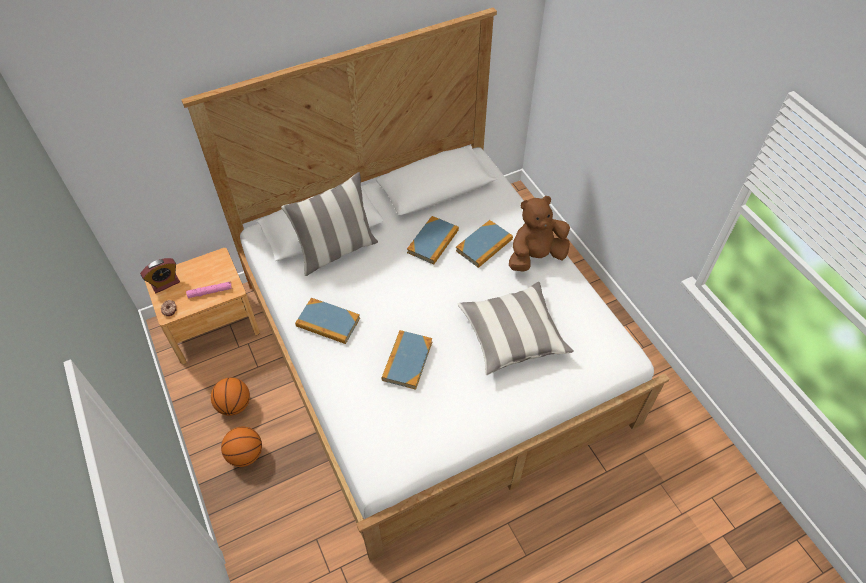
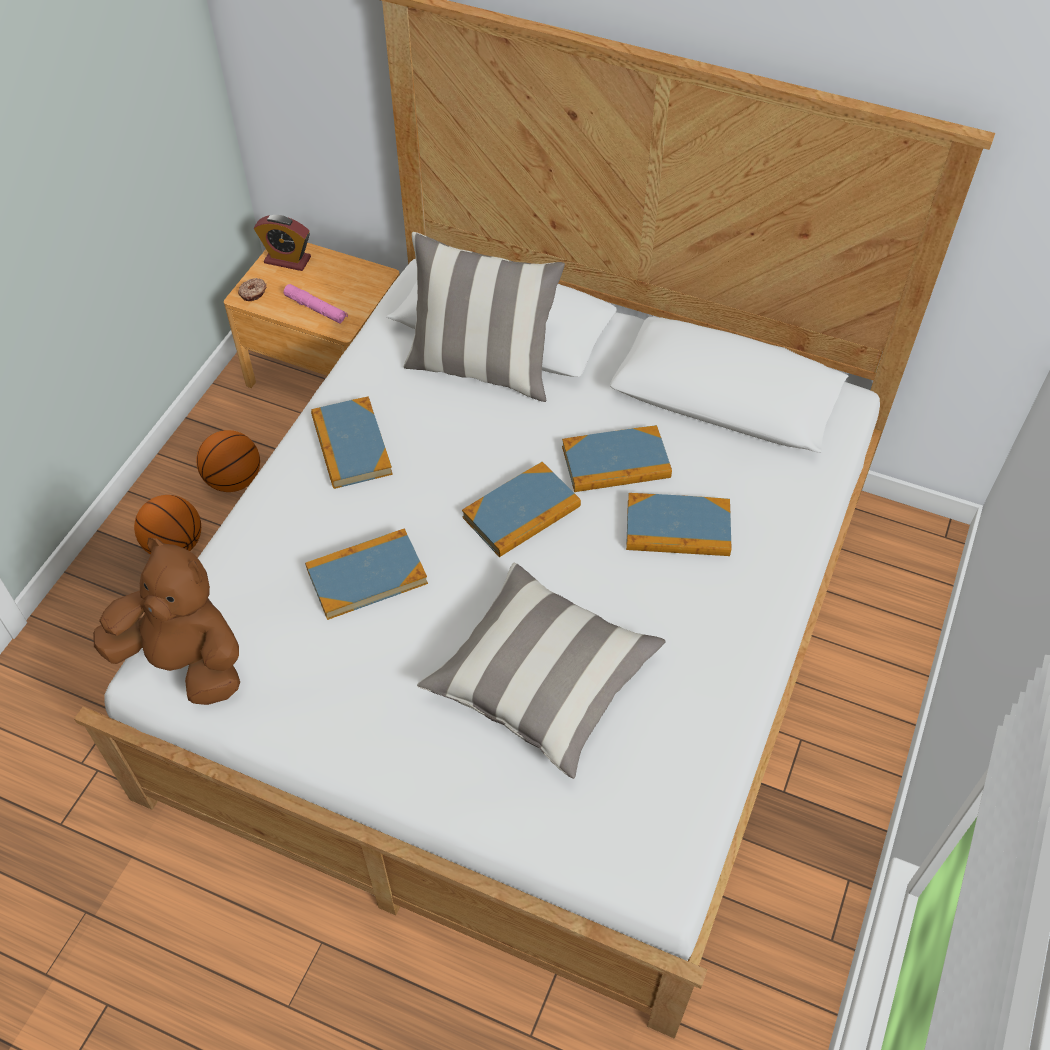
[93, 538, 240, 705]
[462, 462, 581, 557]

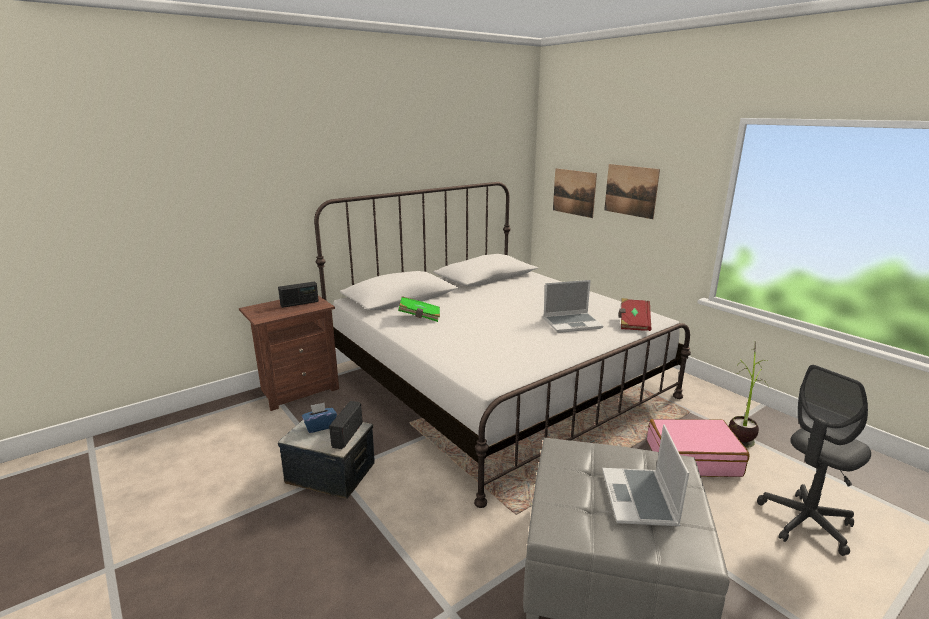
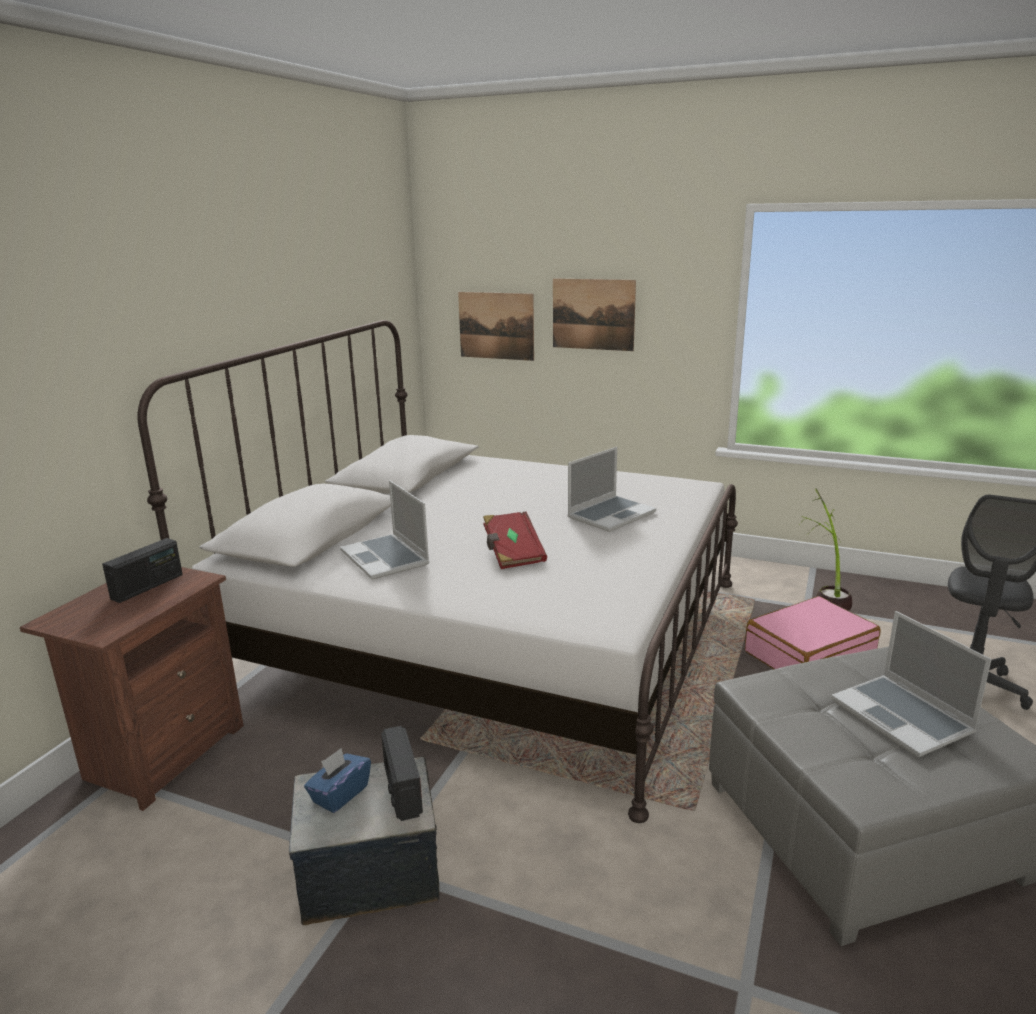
[340, 480, 430, 580]
[483, 511, 547, 569]

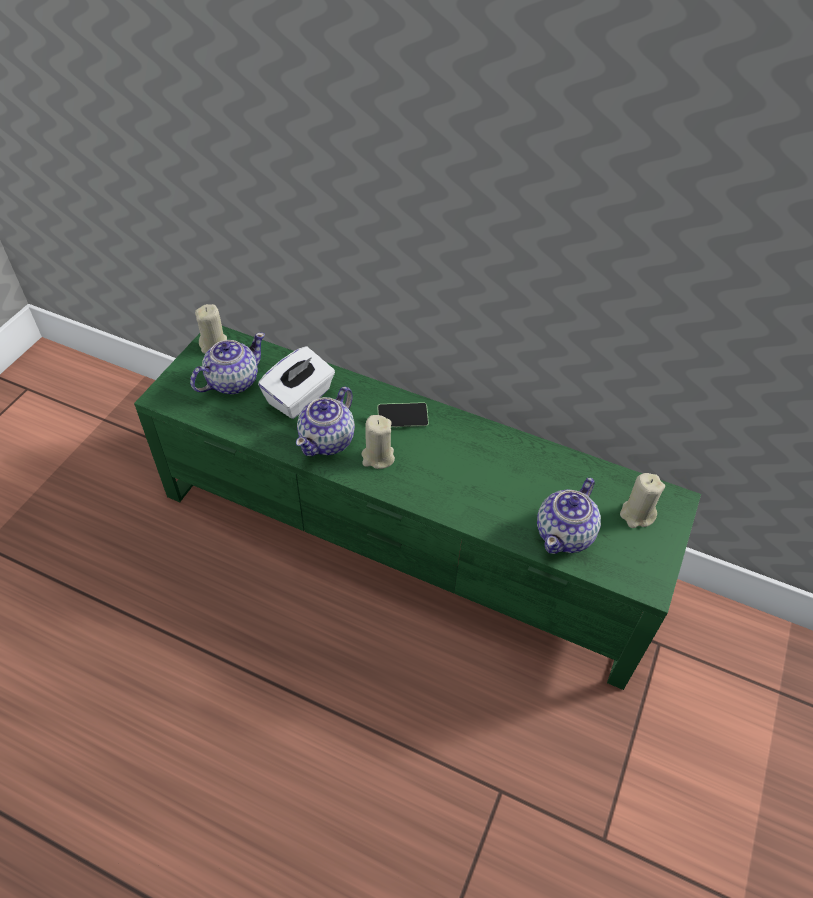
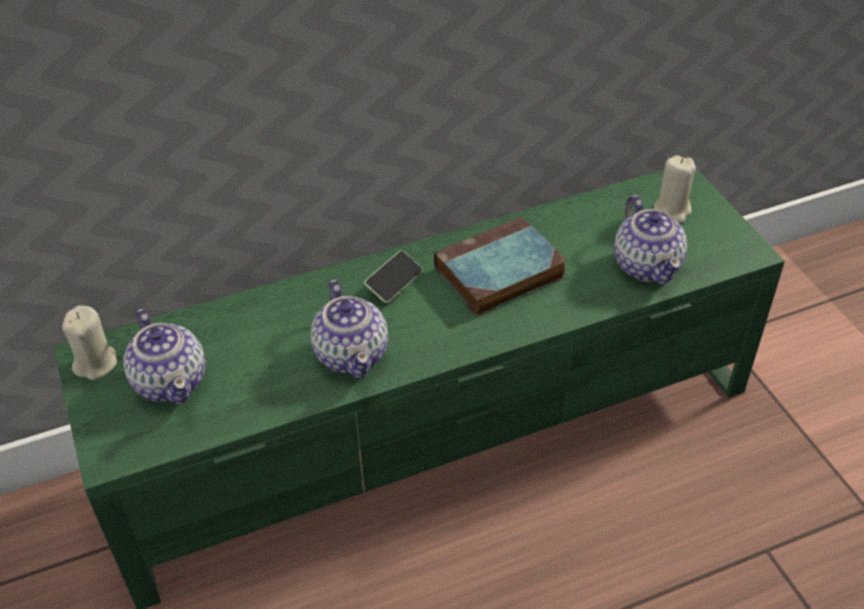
[123, 308, 206, 405]
[434, 216, 567, 316]
[258, 346, 335, 419] (first image)
[361, 415, 395, 469] (first image)

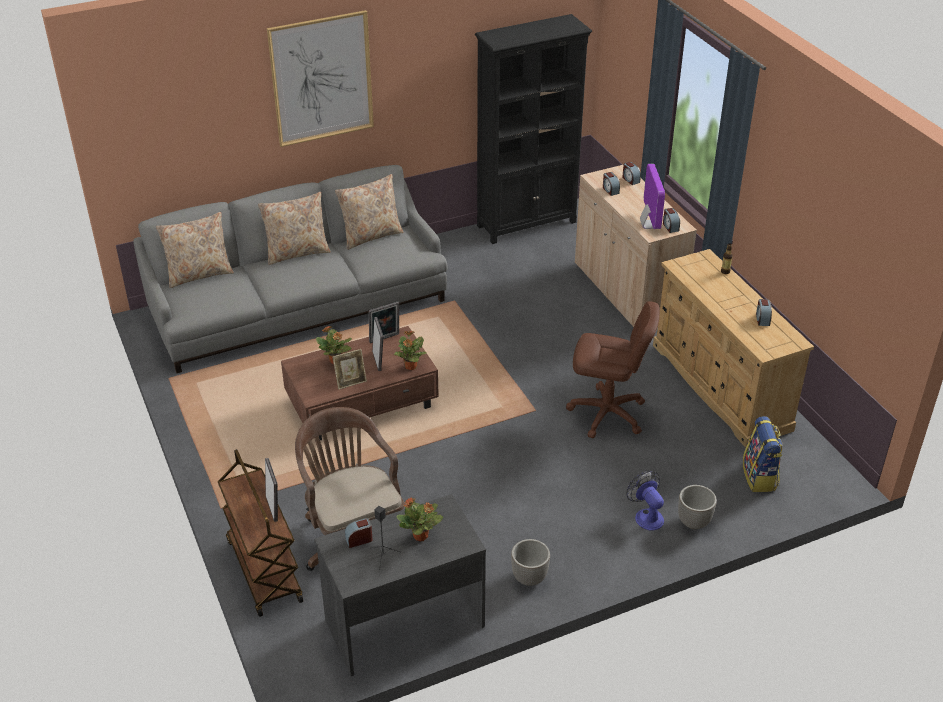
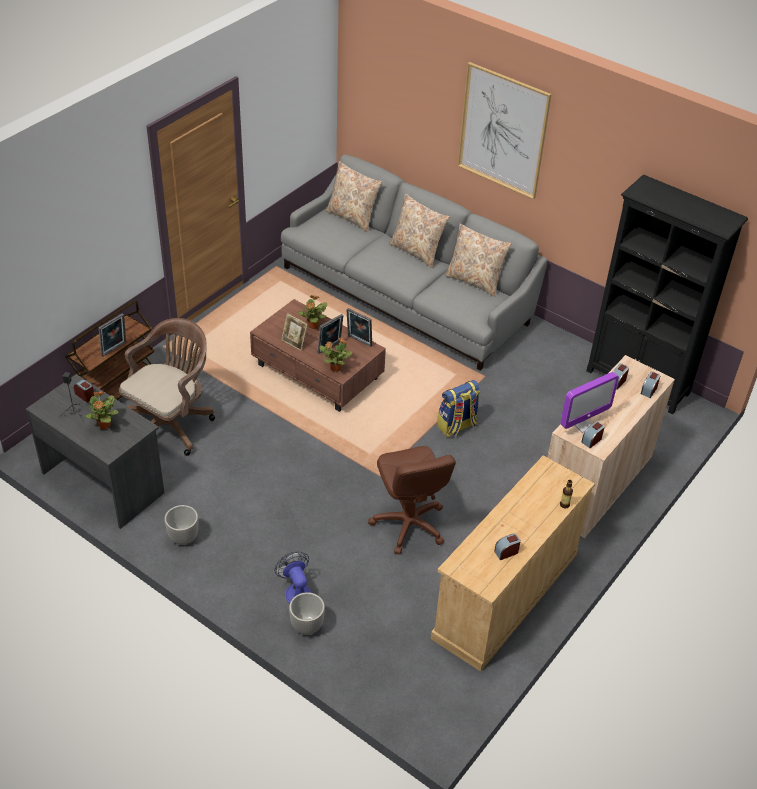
[275, 551, 311, 603]
[437, 380, 480, 437]

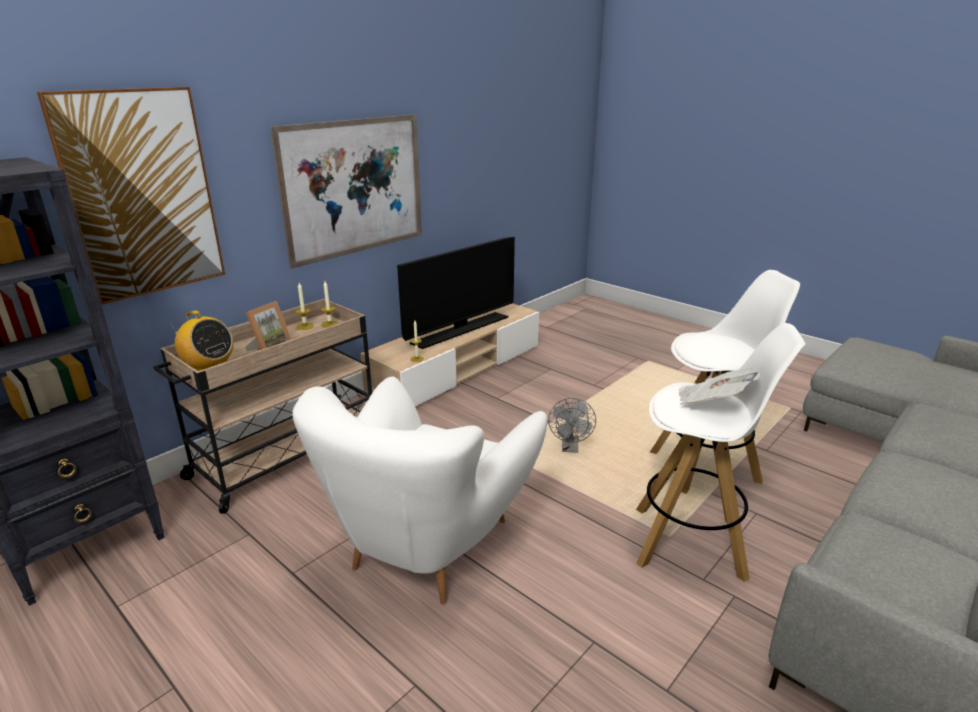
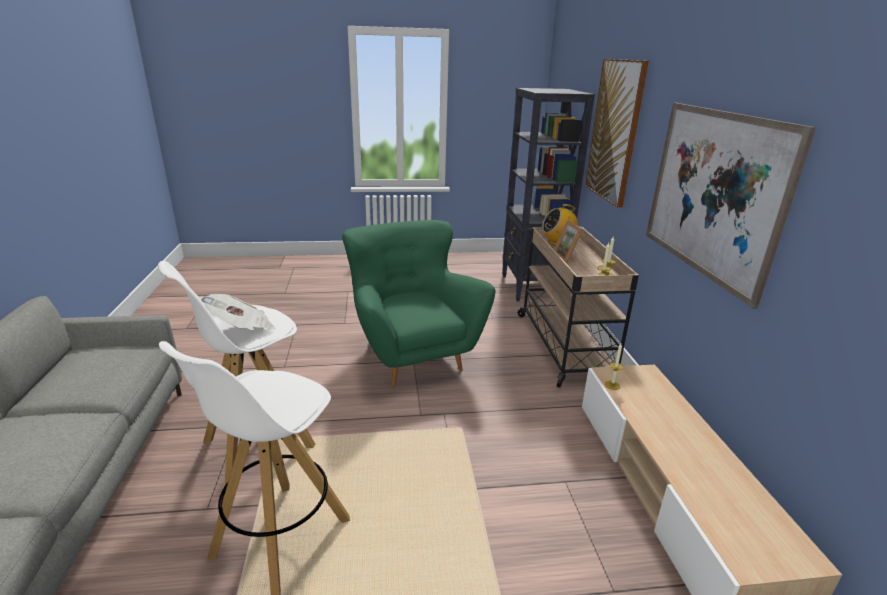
[342, 220, 495, 387]
[397, 237, 515, 349] (first image)
[548, 398, 596, 453] (first image)

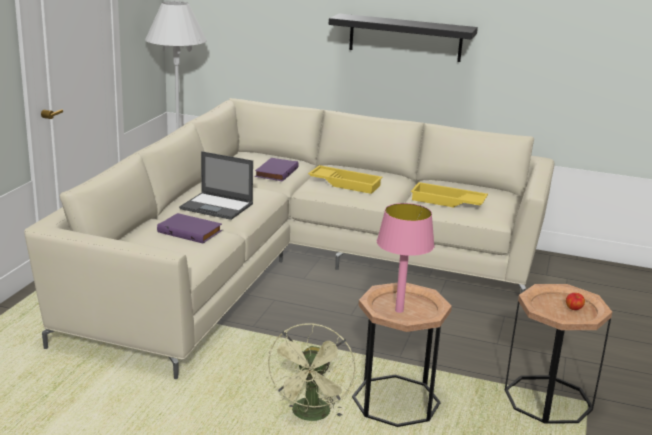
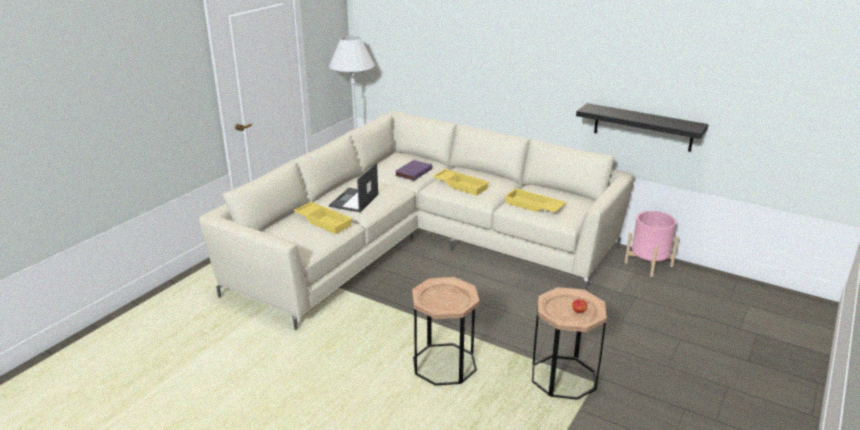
[293, 202, 353, 234]
[329, 163, 379, 212]
[576, 103, 709, 152]
[625, 211, 679, 277]
[267, 324, 356, 421] (first image)
[377, 203, 435, 313] (first image)

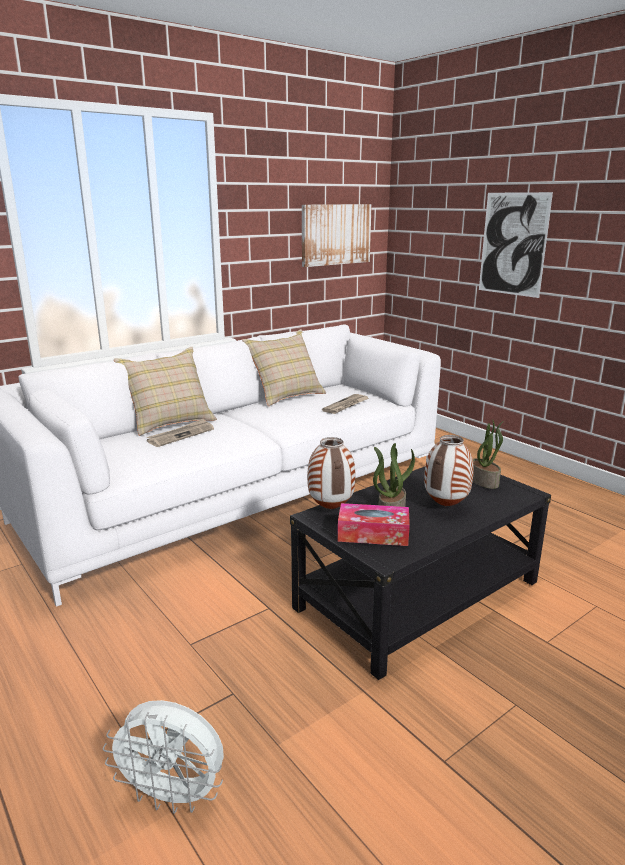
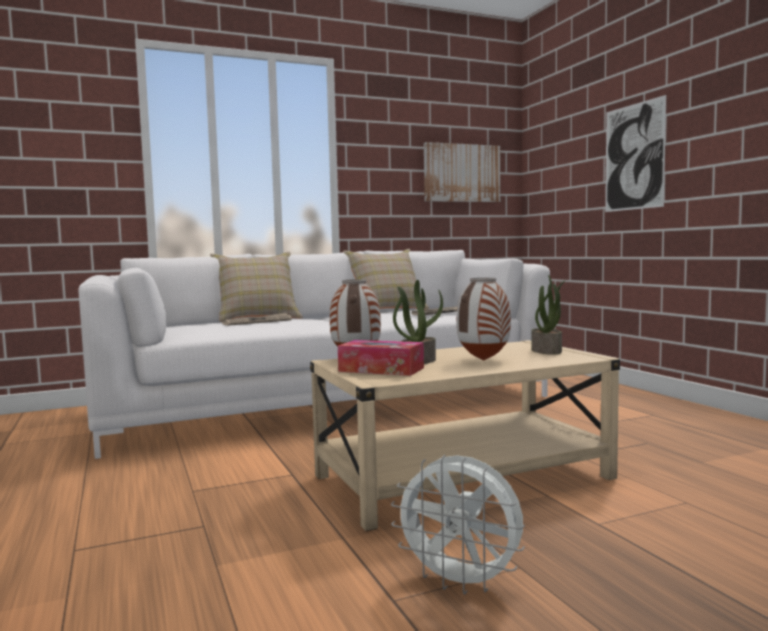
[310, 340, 620, 531]
[391, 455, 525, 595]

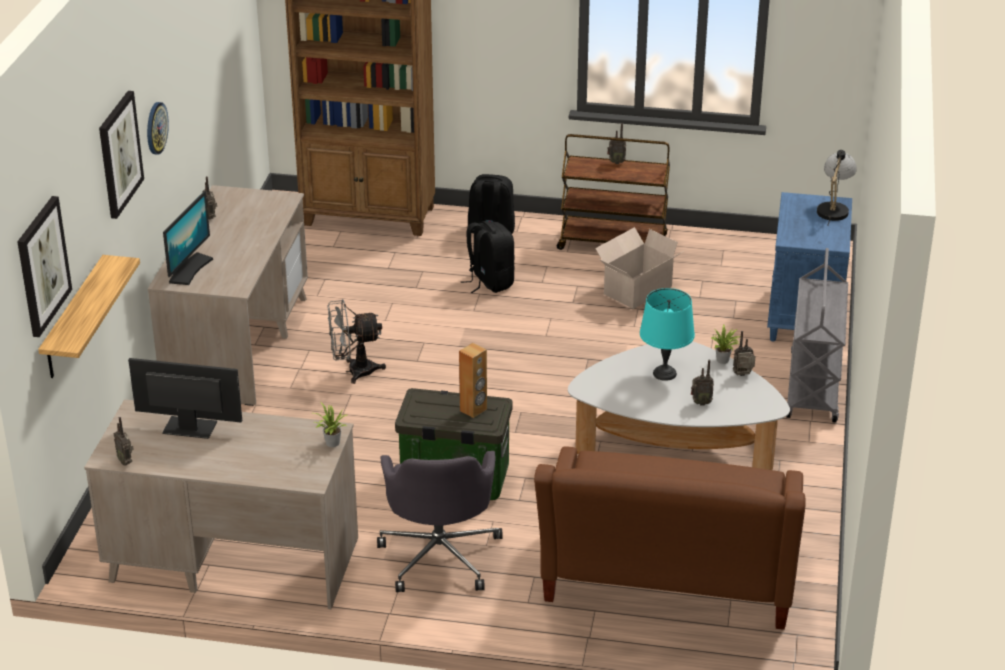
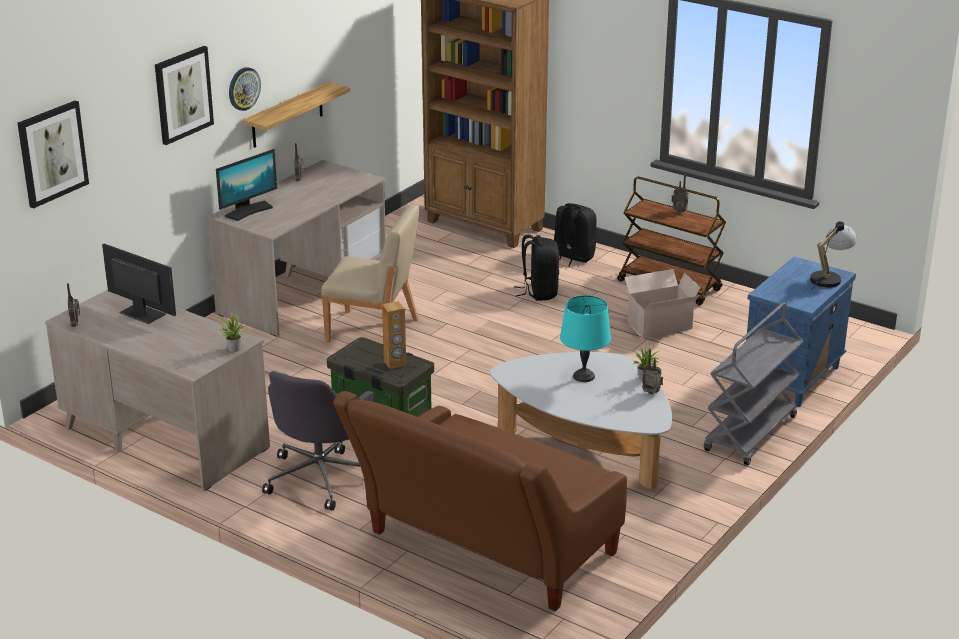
[243, 82, 350, 148]
[321, 204, 419, 342]
[691, 360, 714, 406] (first image)

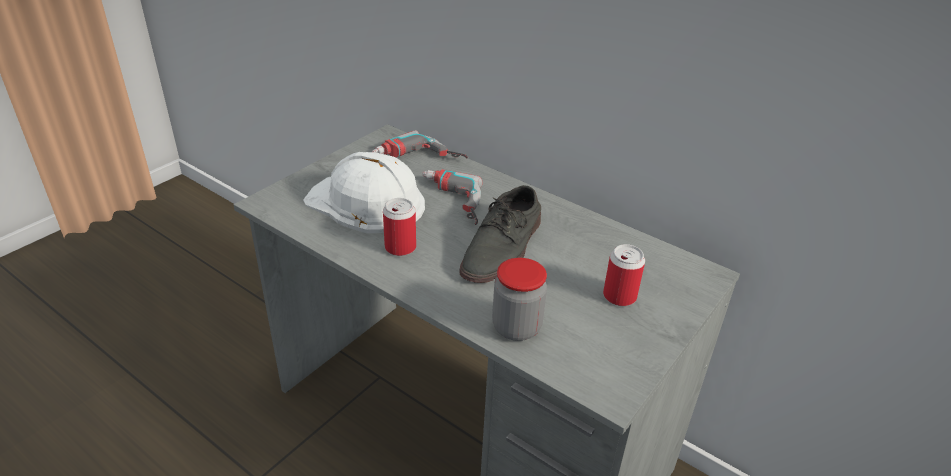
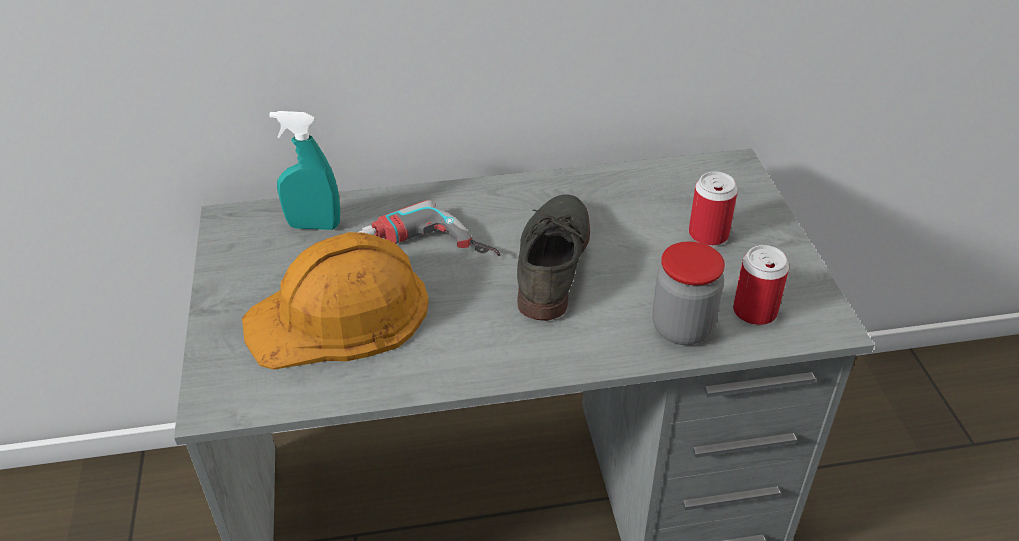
[242, 232, 429, 370]
[269, 111, 340, 230]
[517, 194, 590, 321]
[733, 245, 789, 325]

